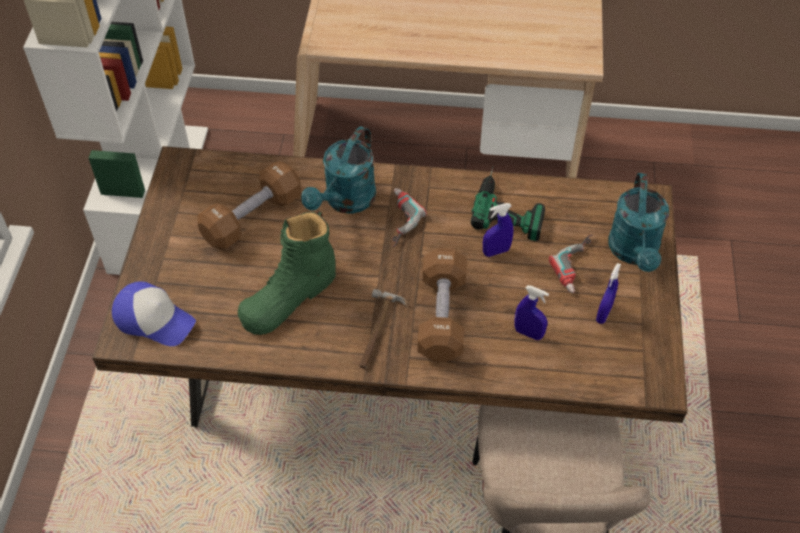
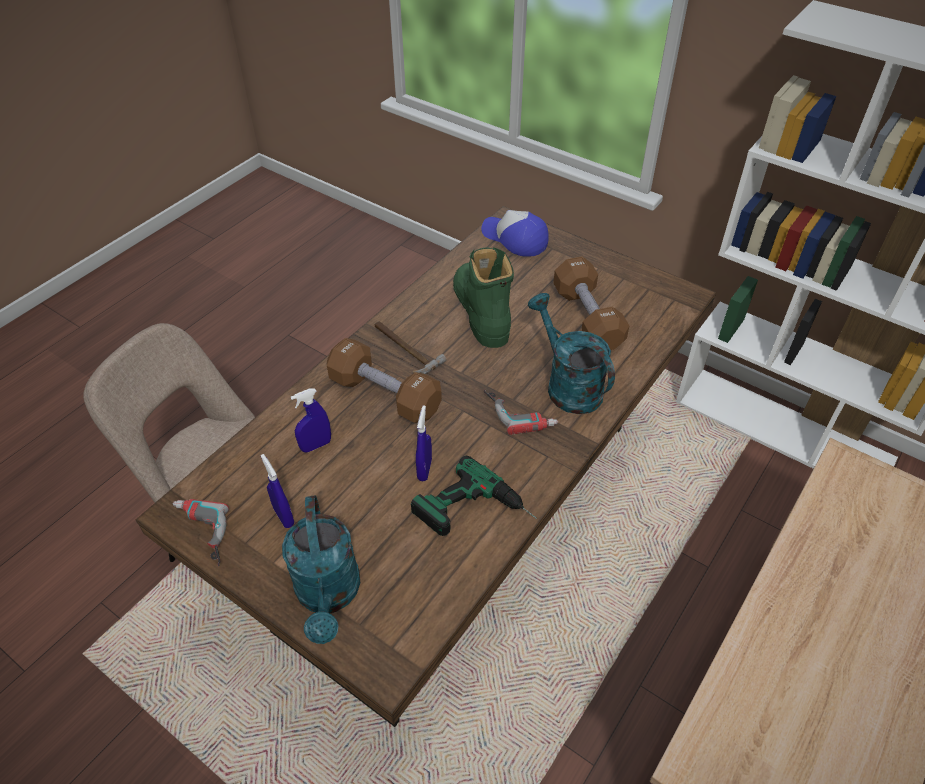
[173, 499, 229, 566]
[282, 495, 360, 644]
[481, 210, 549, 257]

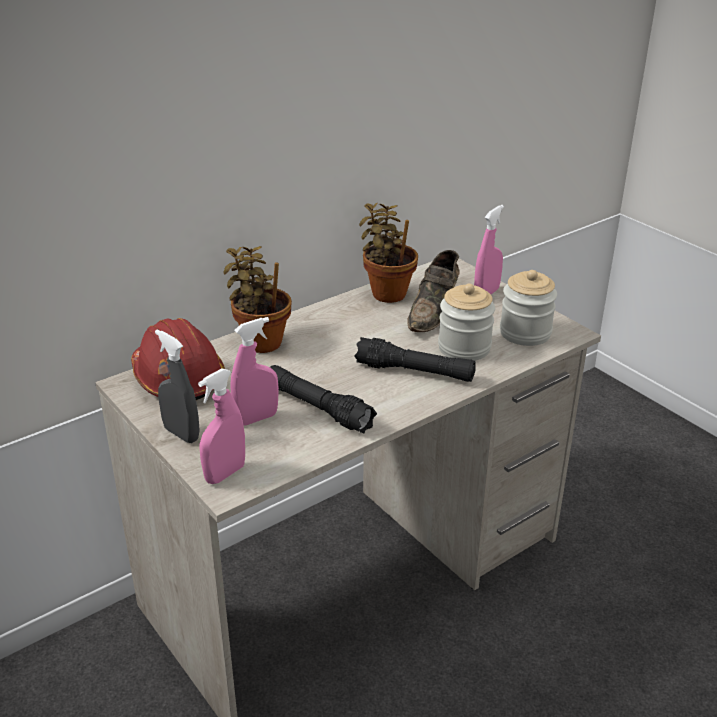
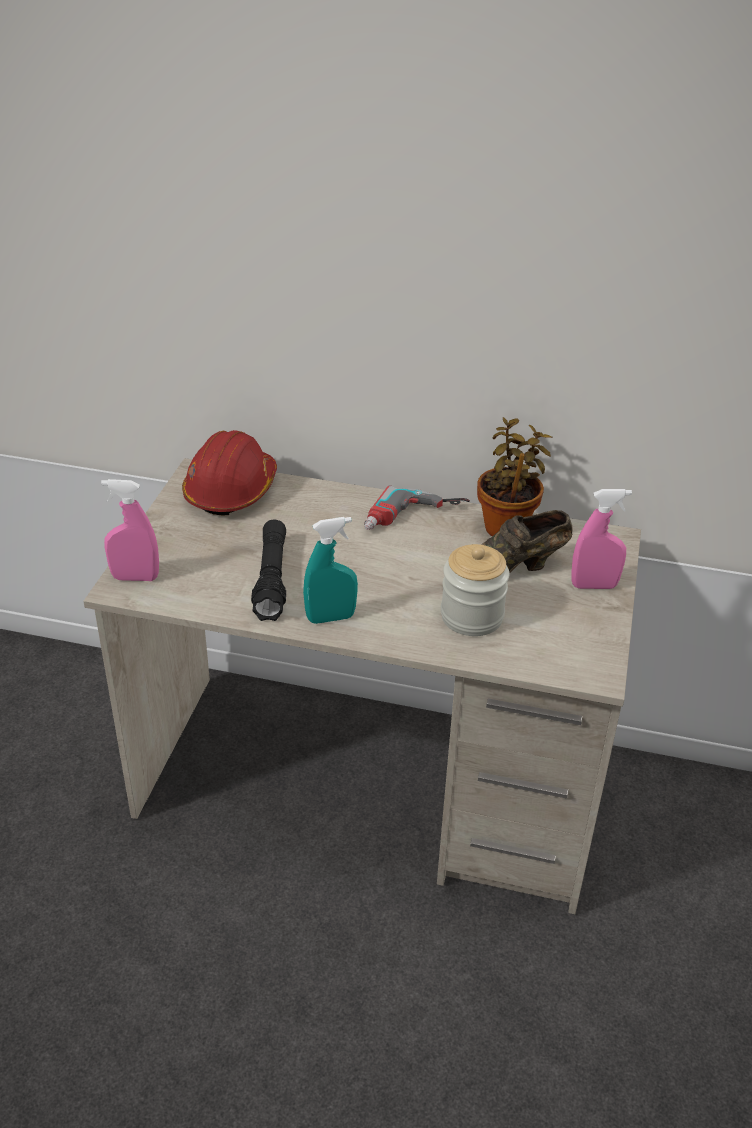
[303, 517, 358, 624]
[364, 485, 470, 530]
[155, 329, 200, 443] (first image)
[223, 246, 292, 353] (first image)
[230, 317, 279, 426] (first image)
[354, 337, 476, 382] (first image)
[500, 270, 557, 346] (first image)

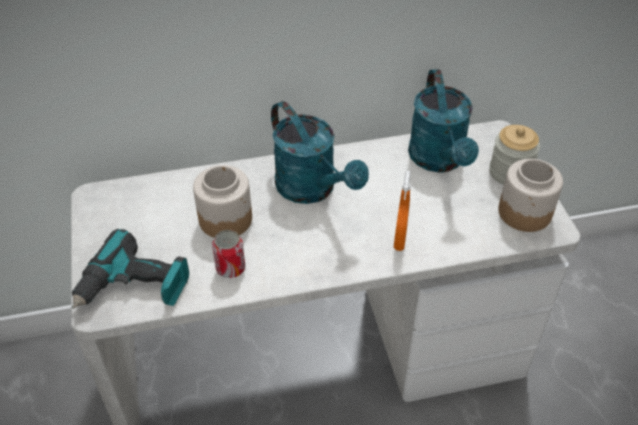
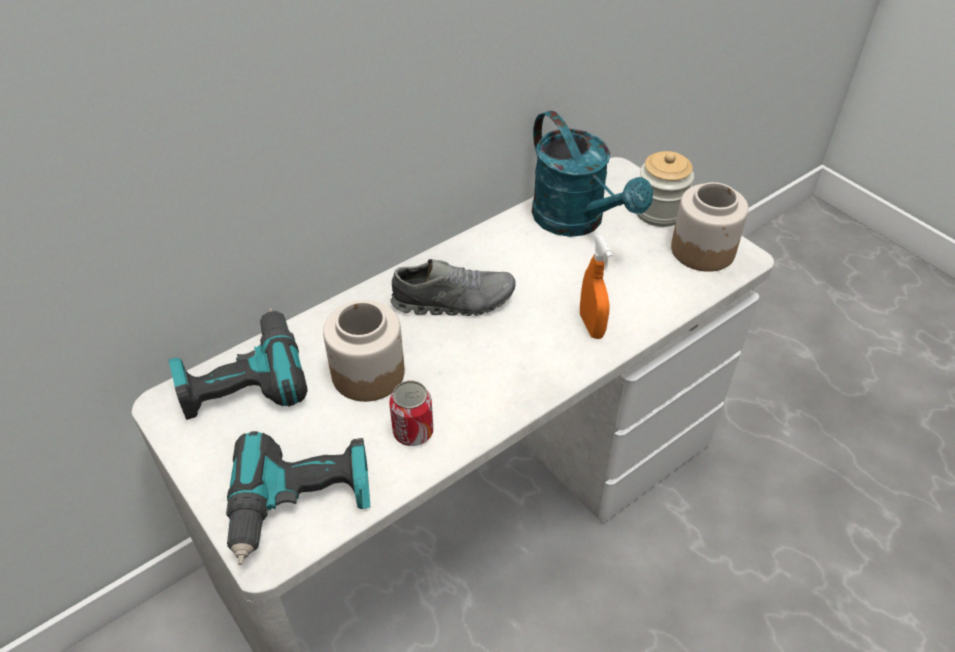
[169, 308, 307, 420]
[391, 259, 516, 316]

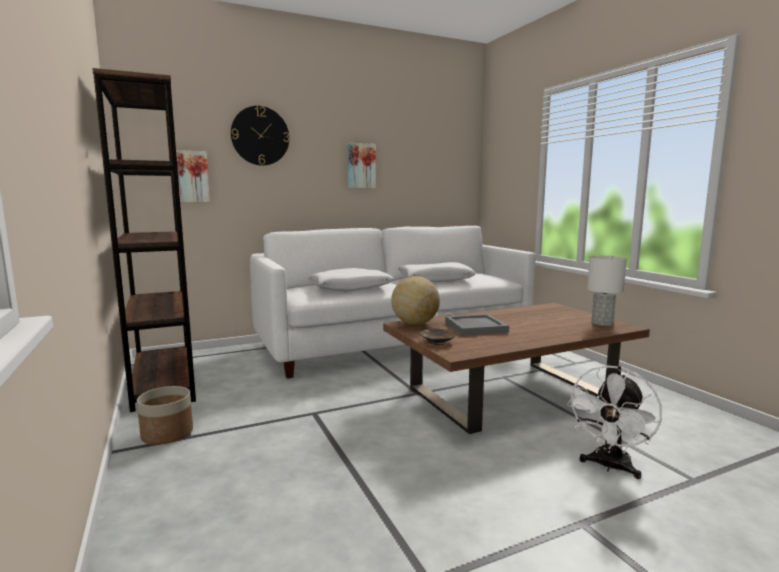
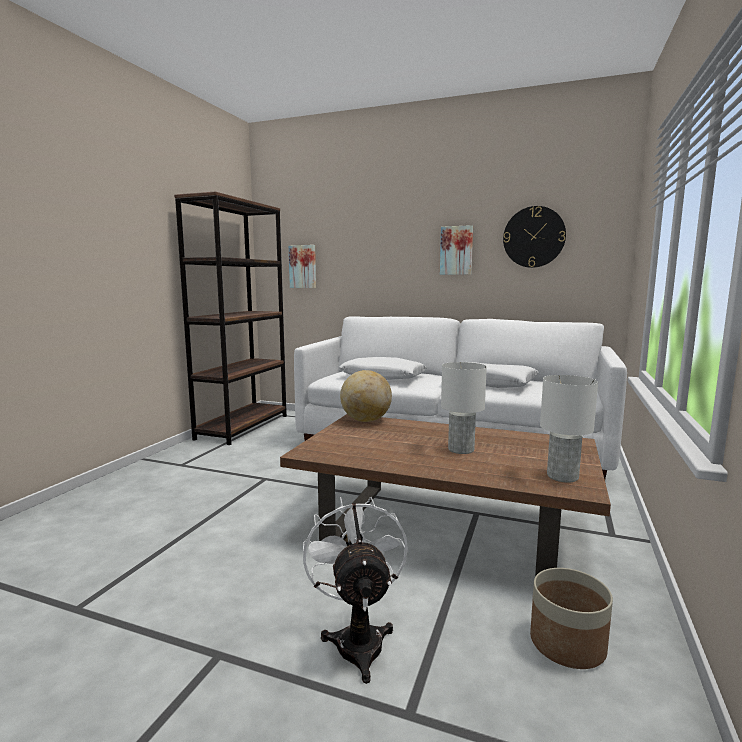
[303, 497, 408, 684]
[441, 362, 487, 454]
[503, 206, 566, 268]
[530, 568, 613, 669]
[420, 329, 455, 345] (first image)
[445, 314, 509, 336] (first image)

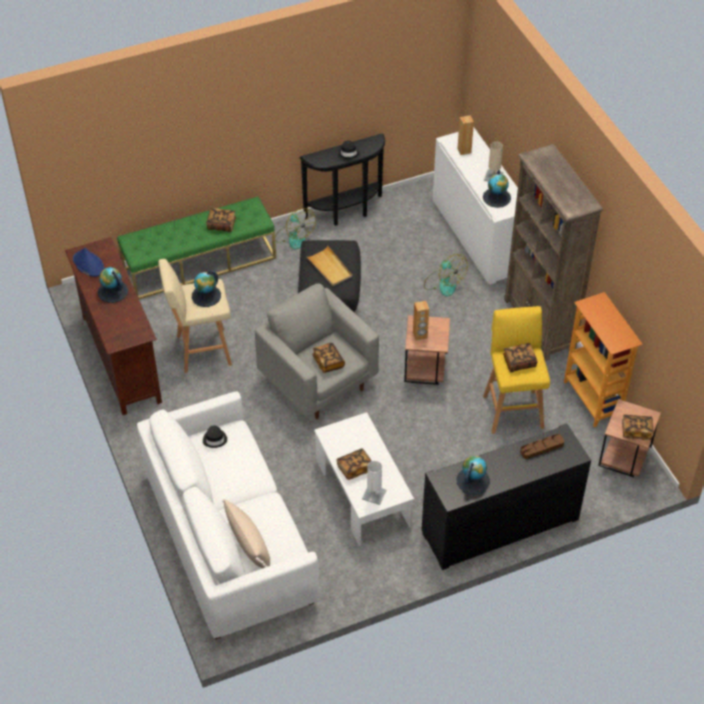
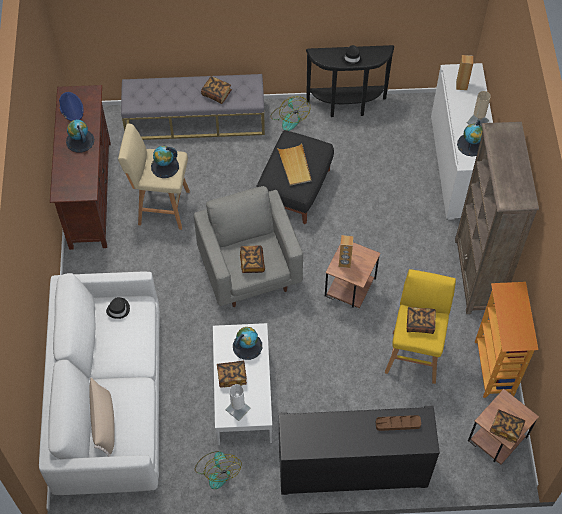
[121, 74, 265, 140]
[195, 451, 242, 489]
[233, 327, 262, 360]

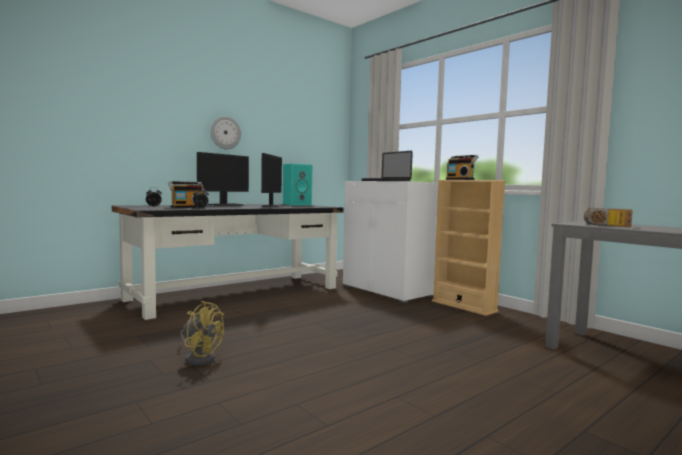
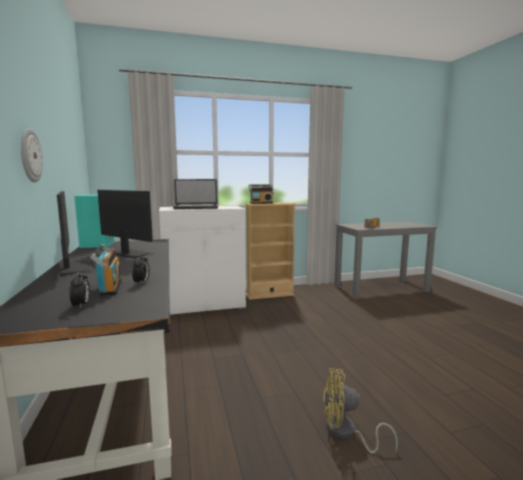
[323, 368, 398, 454]

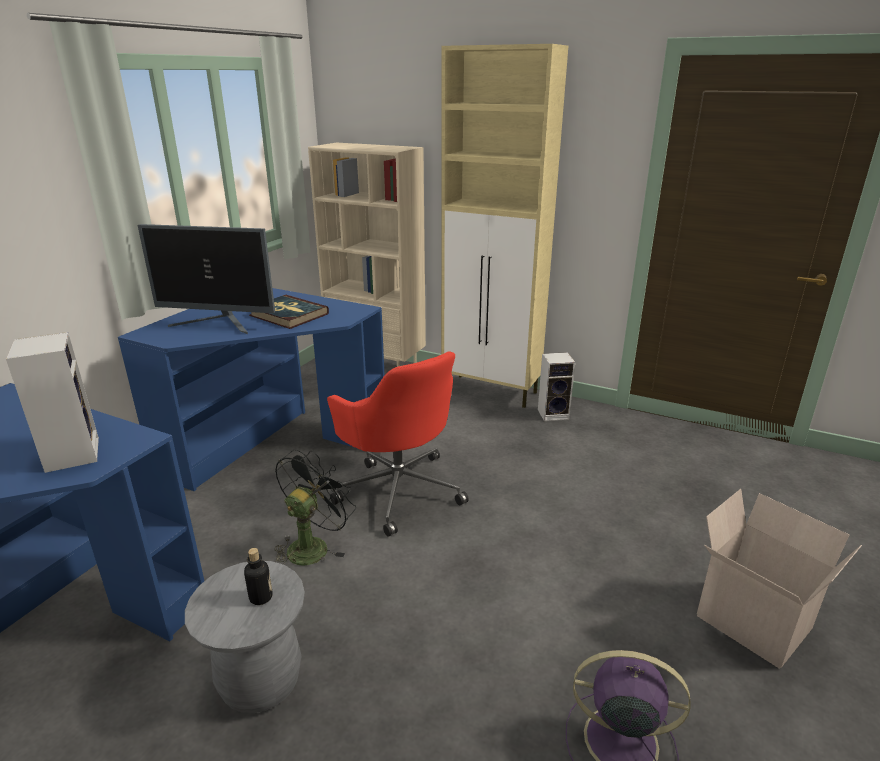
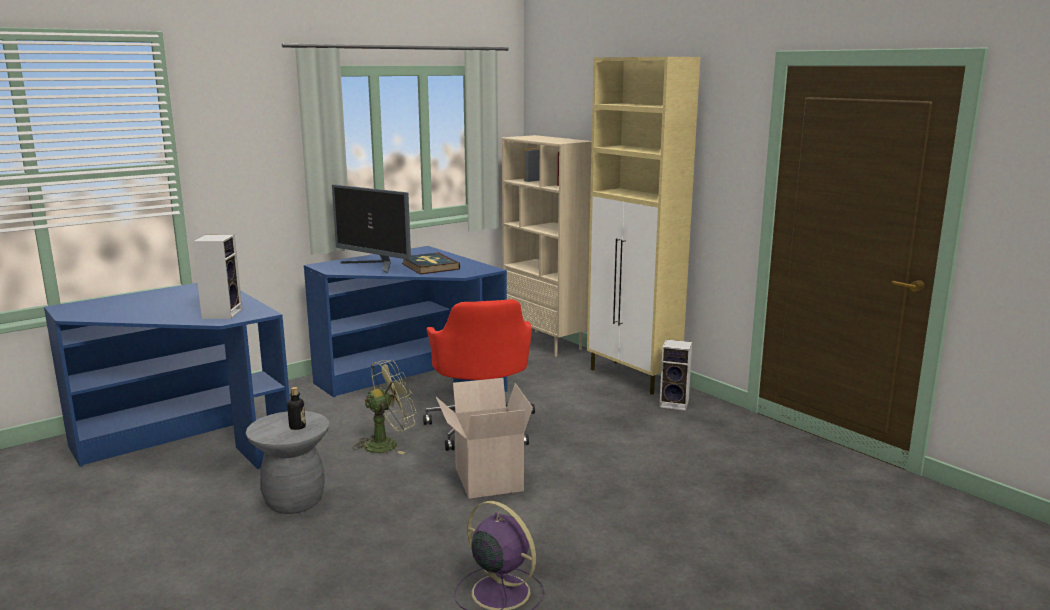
[352, 360, 417, 454]
[436, 378, 533, 499]

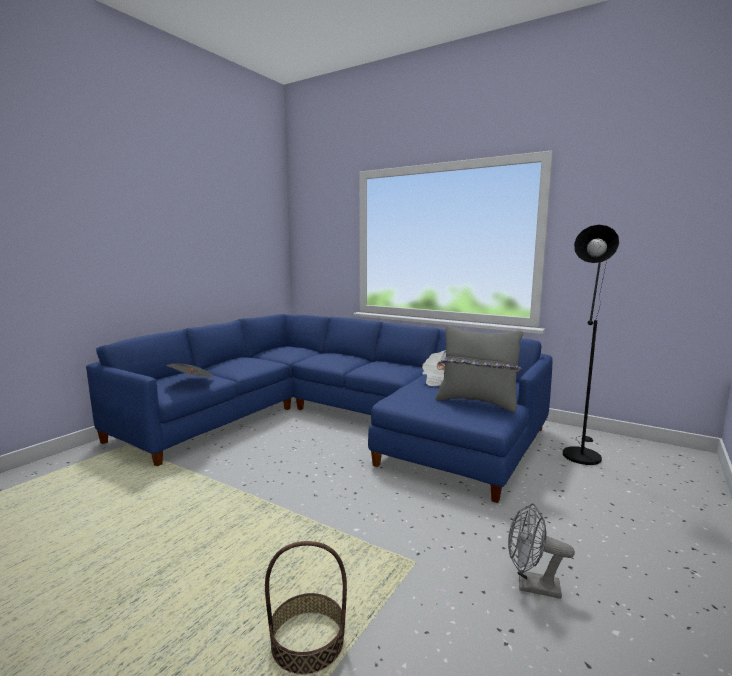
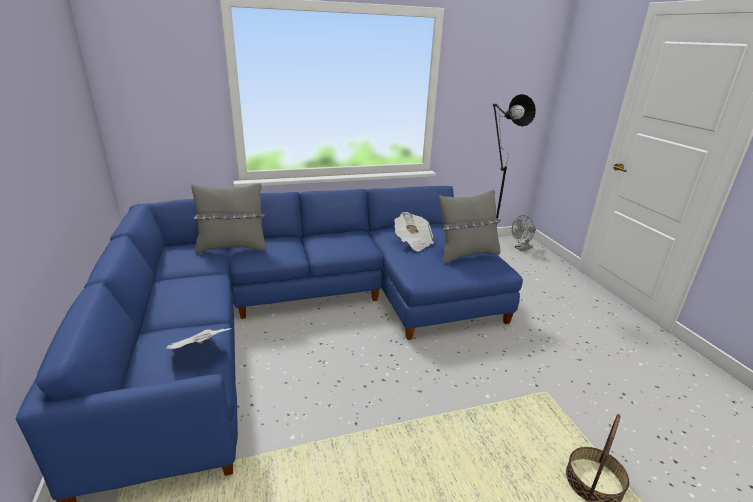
[191, 183, 266, 254]
[512, 215, 536, 251]

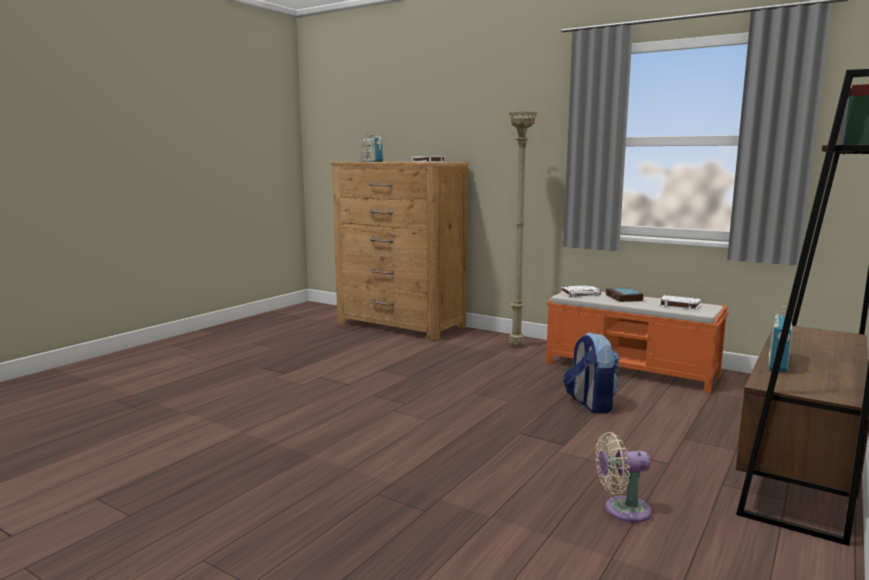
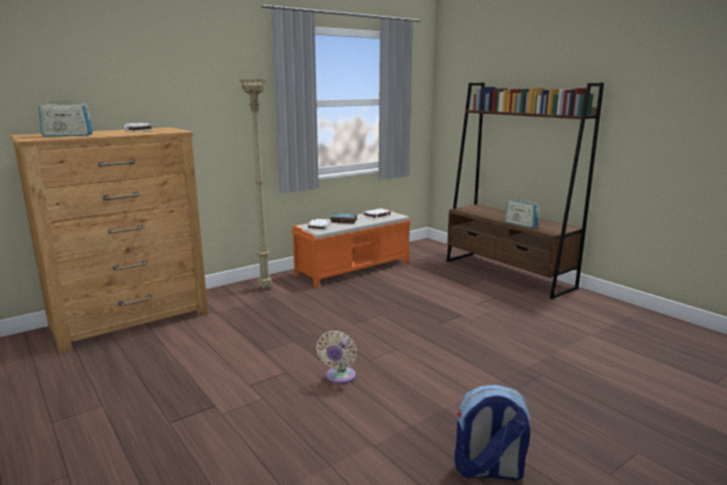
[316, 331, 357, 384]
[454, 384, 530, 481]

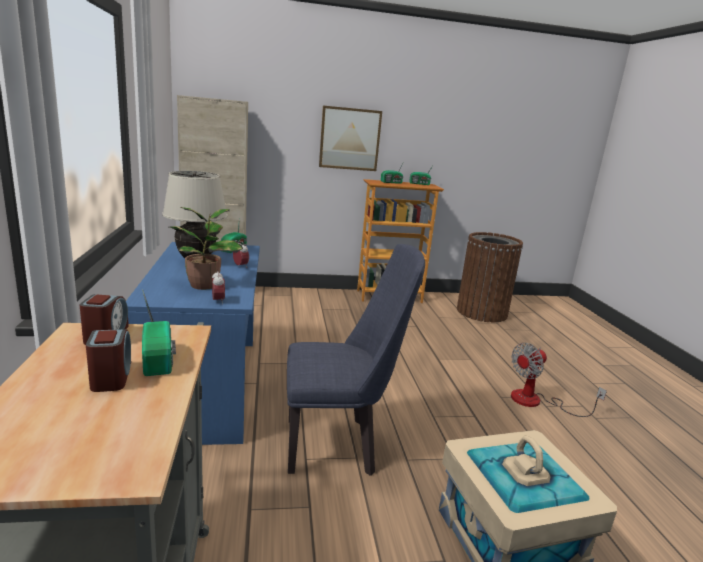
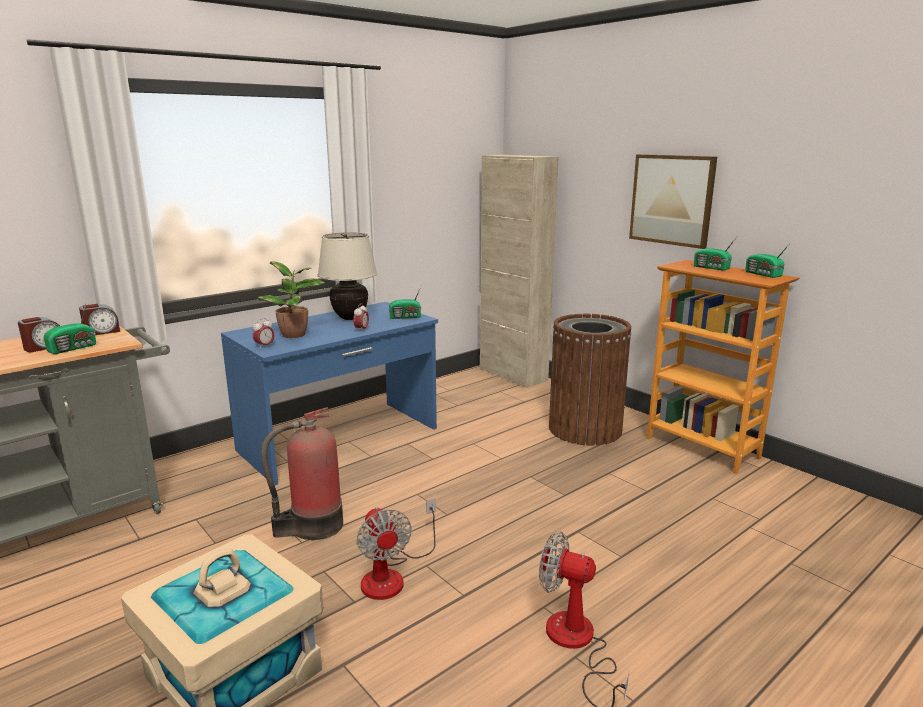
[261, 407, 343, 540]
[356, 499, 436, 600]
[549, 314, 632, 446]

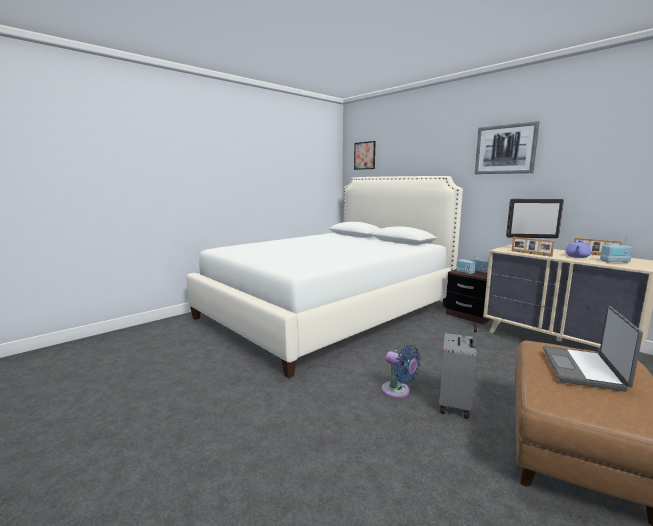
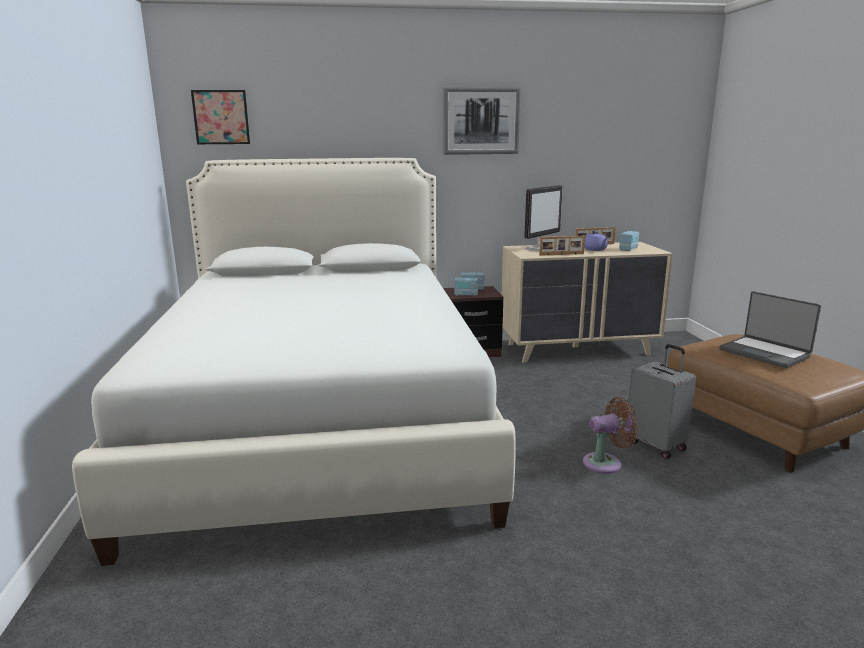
[583, 397, 638, 474]

